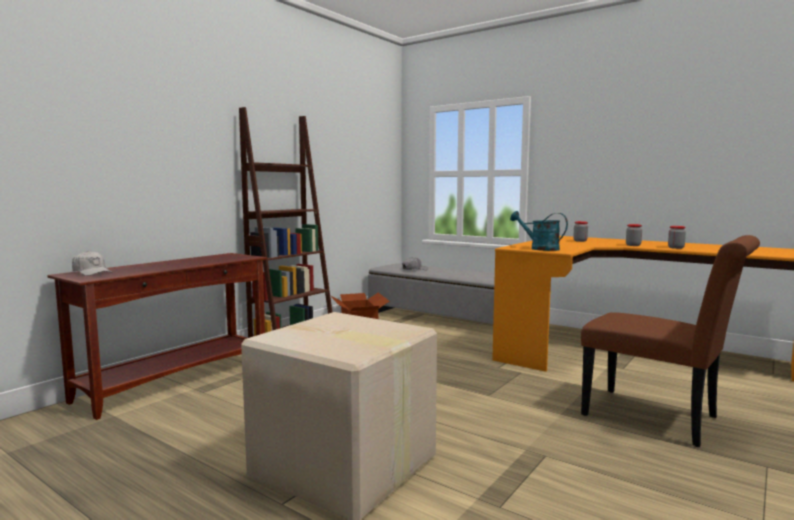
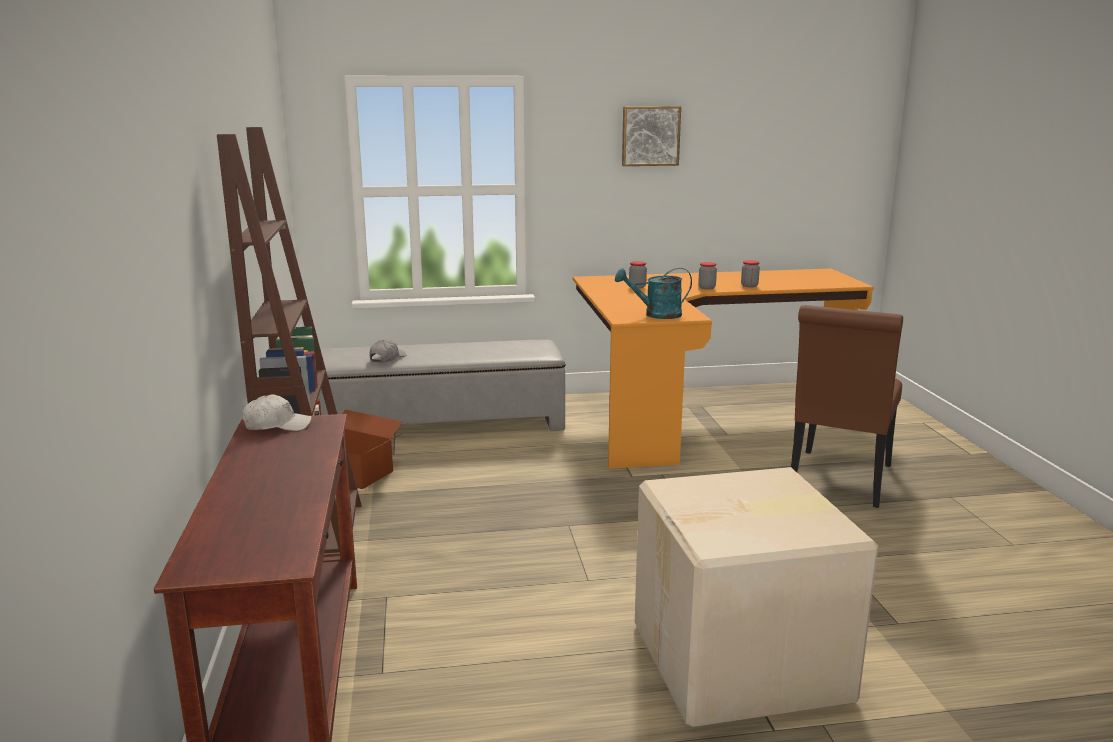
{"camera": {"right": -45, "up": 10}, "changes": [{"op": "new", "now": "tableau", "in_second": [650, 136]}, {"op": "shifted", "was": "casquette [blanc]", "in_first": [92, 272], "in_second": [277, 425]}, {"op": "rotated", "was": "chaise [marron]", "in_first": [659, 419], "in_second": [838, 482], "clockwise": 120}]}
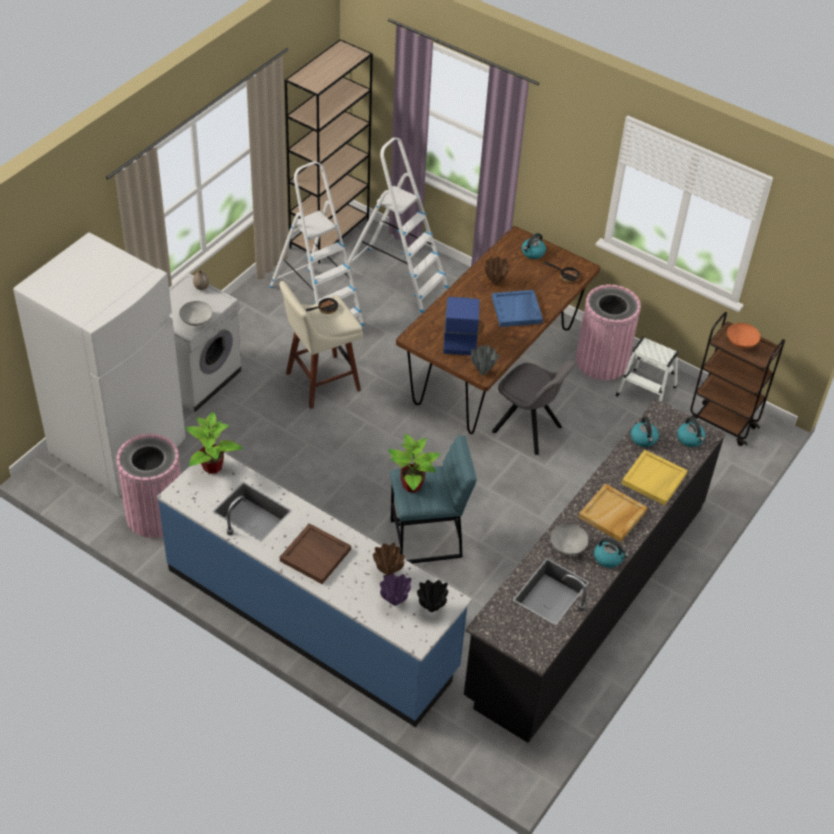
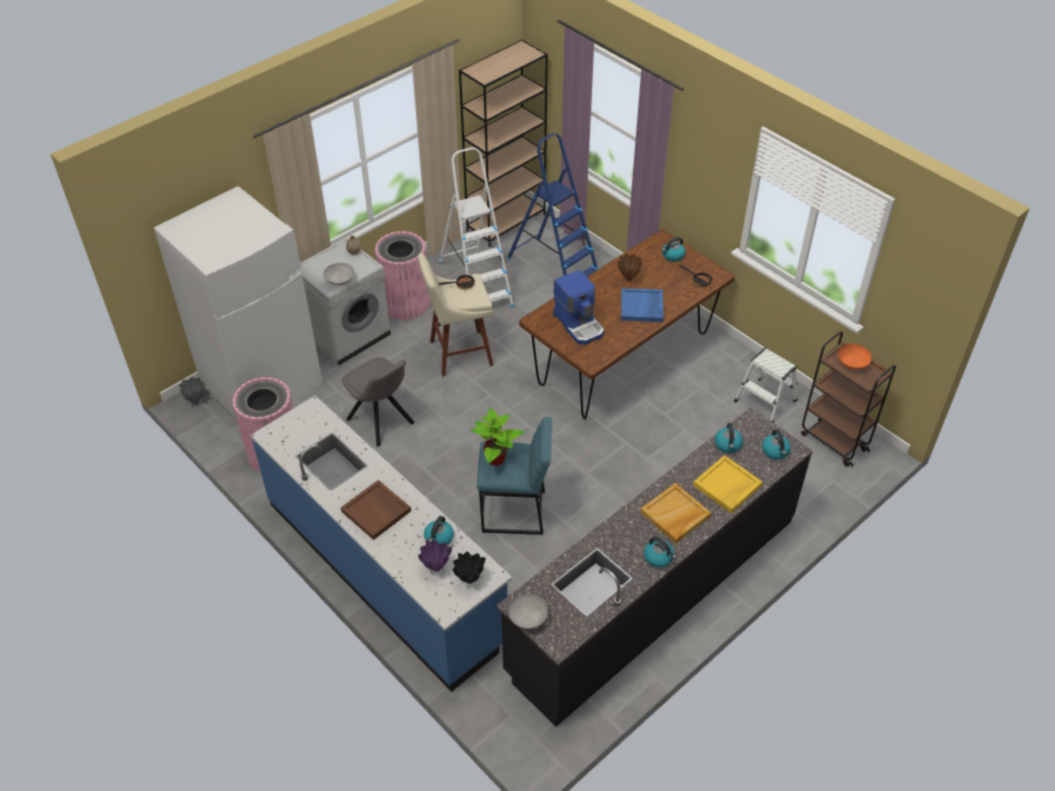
{"camera": {"right": 15, "up": 0}, "changes": [{"op": "gone", "was": "plante en pot", "in_first": [212, 467]}, {"op": "shifted", "was": "vase [gris]", "in_first": [482, 372], "in_second": [196, 401]}, {"op": "shifted", "was": "chaise [gris]", "in_first": [527, 429], "in_second": [381, 421]}, {"op": "shifted", "was": "bol [gris]", "in_first": [568, 547], "in_second": [528, 619]}, {"op": "shifted", "was": "poubelle [rose]", "in_first": [602, 361], "in_second": [406, 303]}, {"op": "swapped", "was": "vase [marron]", "now": "bouilloire", "in_first": [387, 572], "in_second": [439, 538]}, {"op": "repainted", "was": "escabeau [blanc]", "now": "escabeau [bleu]", "in_first": [395, 280], "in_second": [554, 269]}, {"op": "rotated", "was": "machine à café", "in_first": [459, 336], "in_second": [579, 324], "clockwise": 135}]}
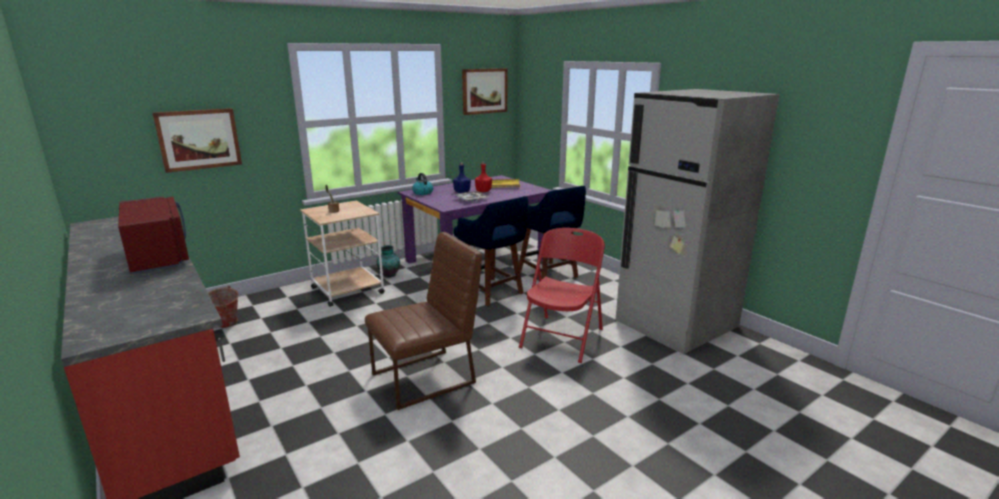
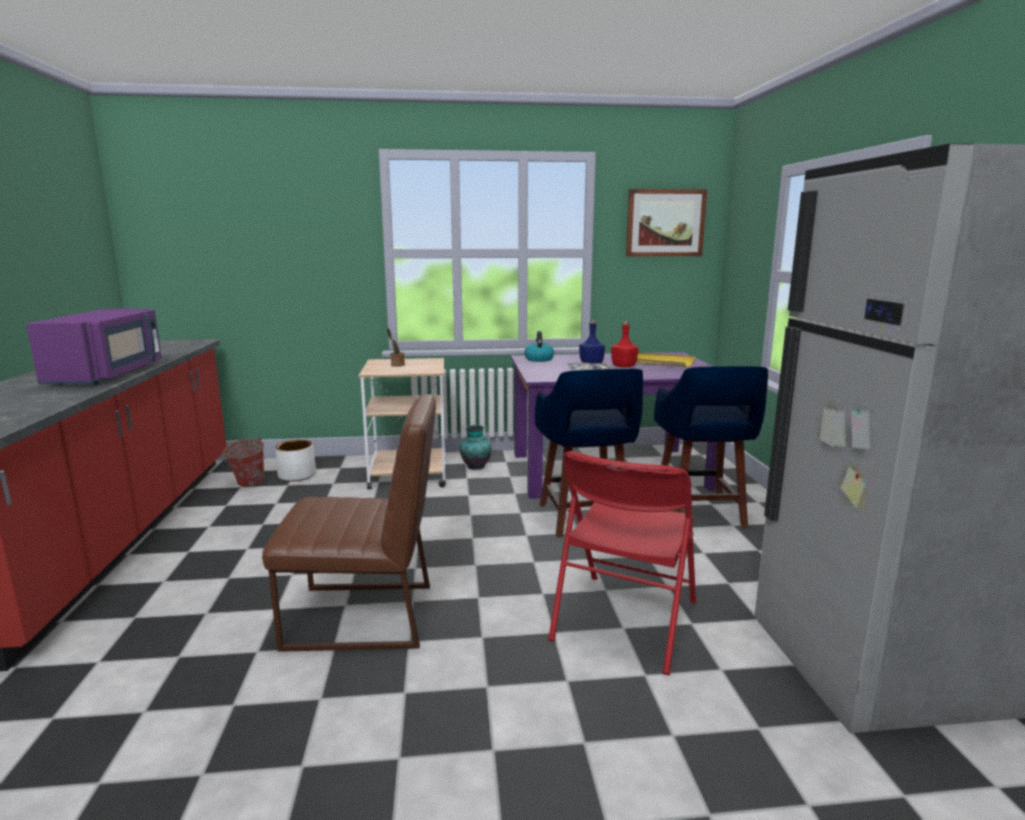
{"camera": {"right": 30, "up": -5}, "changes": [{"op": "gone", "was": "tableau", "in_first": [199, 139]}, {"op": "new", "now": "cache-pot [blanc]", "in_second": [297, 475]}, {"op": "repainted", "was": "micro-ondes [rouge]", "now": "micro-ondes [violet]", "in_first": [159, 256], "in_second": [109, 375]}, {"op": "rotated", "was": "chaise [rouge]", "in_first": [562, 338], "in_second": [625, 620], "clockwise": 150}]}
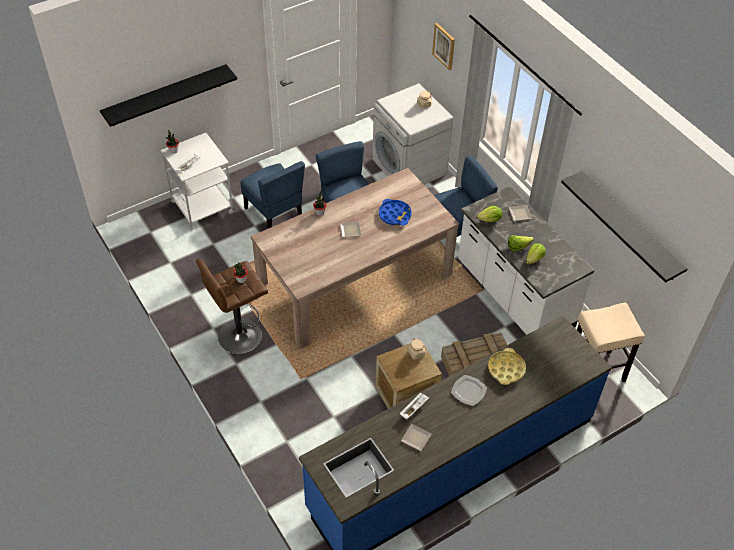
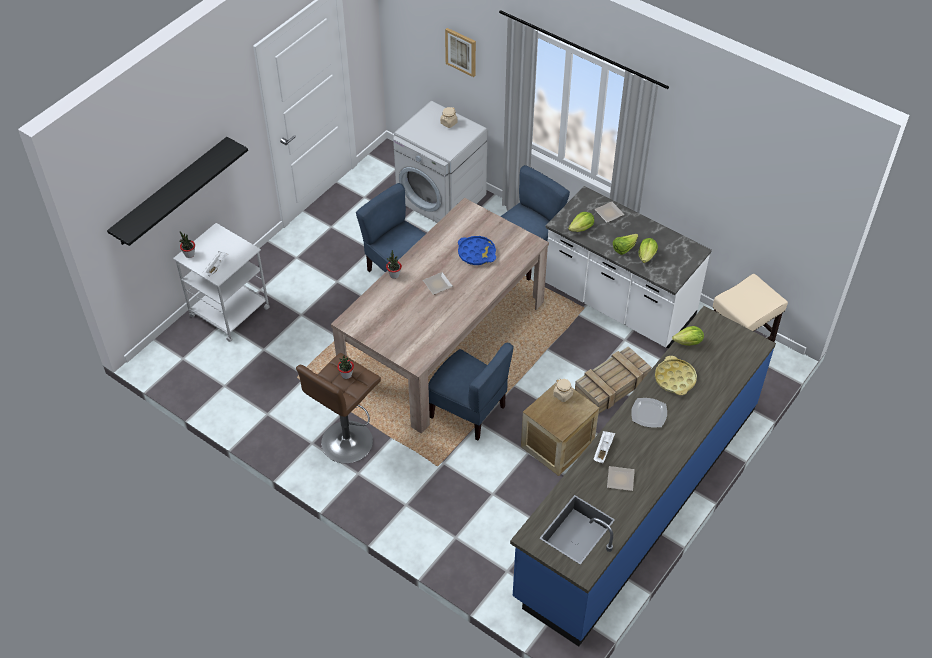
{"camera": {"right": -20, "up": 0}, "changes": [{"op": "gone", "was": "étagère [noir]", "in_first": [629, 226]}, {"op": "new", "now": "laitue", "in_second": [688, 342]}, {"op": "shifted", "was": "chaise [bleu]", "in_first": [274, 212], "in_second": [468, 411]}]}
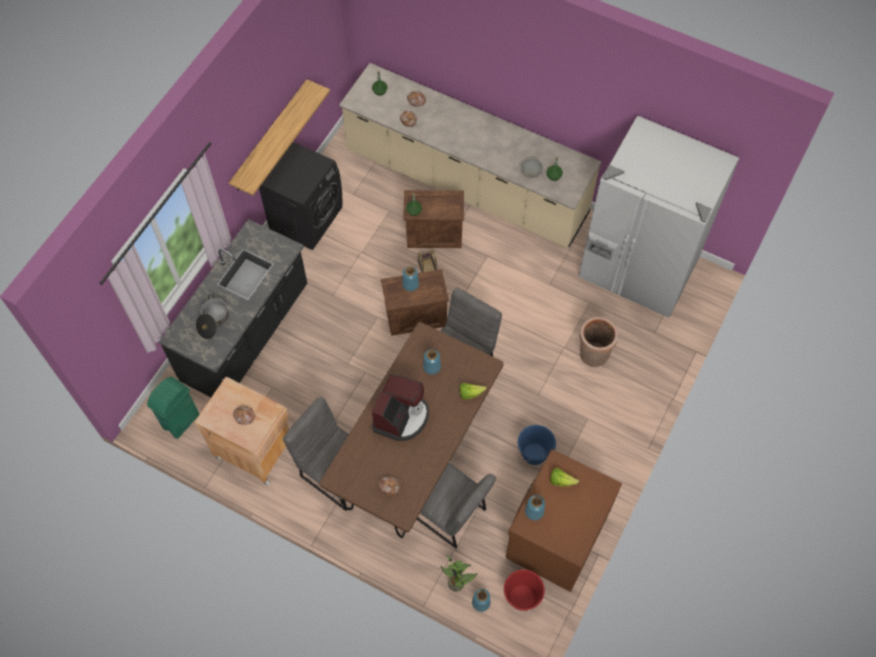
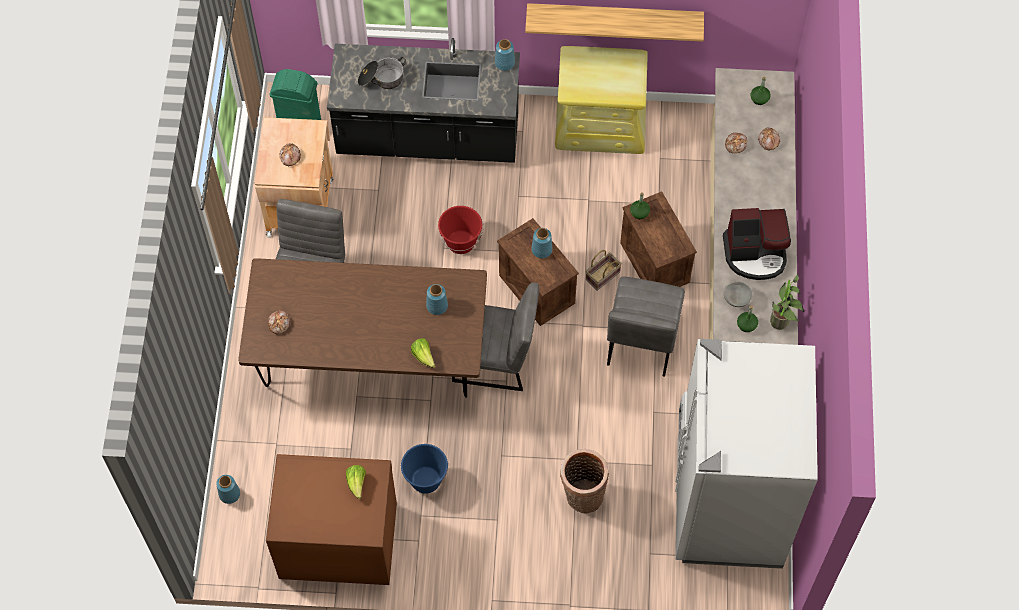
{"camera": {"right": 65, "up": 0}, "changes": [{"op": "shifted", "was": "machine à café", "in_first": [401, 416], "in_second": [755, 254]}, {"op": "shifted", "was": "chaise [gris]", "in_first": [448, 513], "in_second": [641, 342]}, {"op": "shifted", "was": "plante en pot", "in_first": [458, 583], "in_second": [781, 323]}, {"op": "shifted", "was": "seau [rouge]", "in_first": [521, 597], "in_second": [461, 242]}, {"op": "shifted", "was": "vase [bleu]", "in_first": [534, 511], "in_second": [504, 62]}, {"op": "swapped", "was": "lave-linge [noir]", "now": "table de chevet [jaune]", "in_first": [306, 219], "in_second": [601, 128]}]}
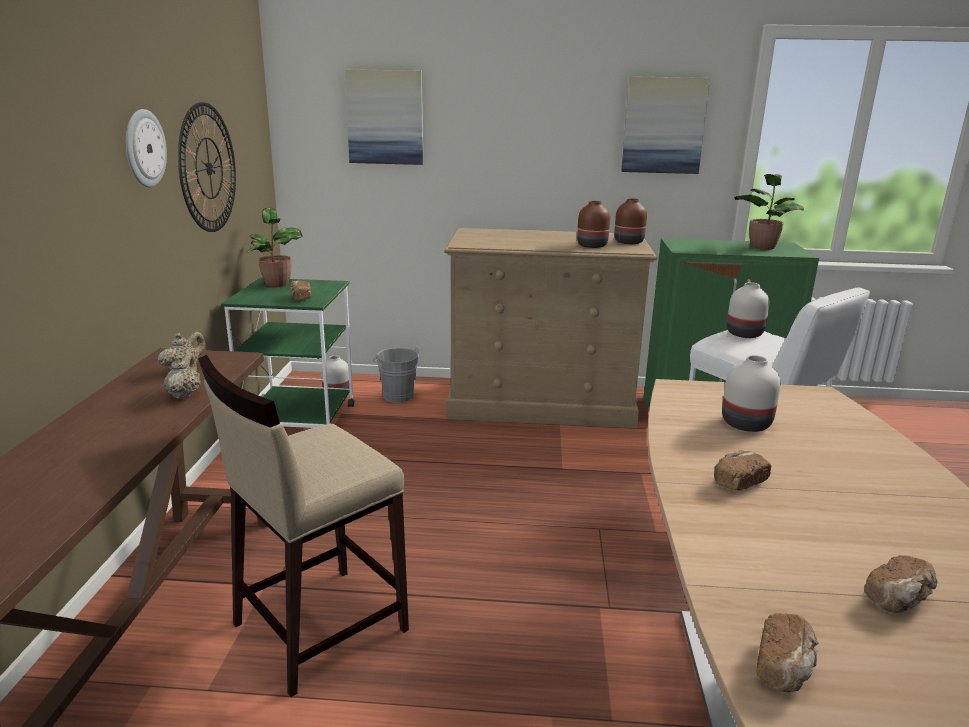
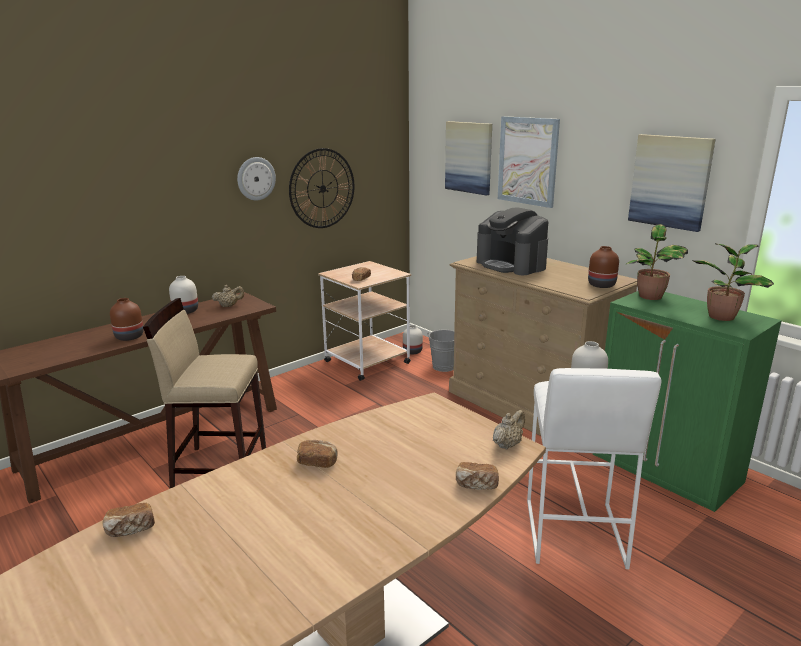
{"camera": {"right": 45, "up": 0}, "changes": [{"op": "new", "now": "machine à café", "in_second": [511, 265]}, {"op": "new", "now": "tableau", "in_second": [527, 161]}, {"op": "shifted", "was": "théière [beige]", "in_first": [185, 395], "in_second": [507, 444]}, {"op": "shifted", "was": "plante en pot", "in_first": [278, 284], "in_second": [650, 297]}, {"op": "shifted", "was": "vase [marron]", "in_first": [591, 245], "in_second": [129, 336]}, {"op": "shifted", "was": "vase [blanc]", "in_first": [747, 423], "in_second": [186, 311]}, {"op": "shifted", "was": "pain", "in_first": [899, 599], "in_second": [476, 485]}, {"op": "repainted", "was": "chariot [vert]", "now": "chariot [beige]", "in_first": [300, 420], "in_second": [368, 361]}]}
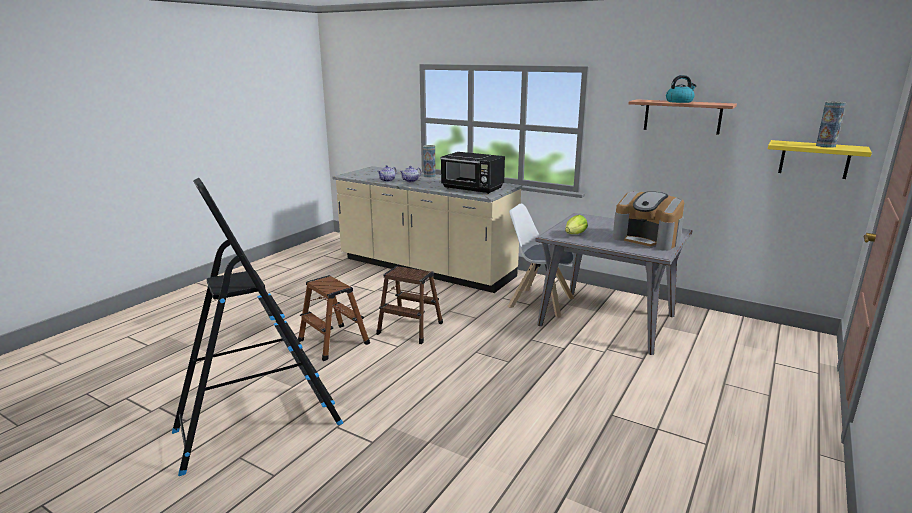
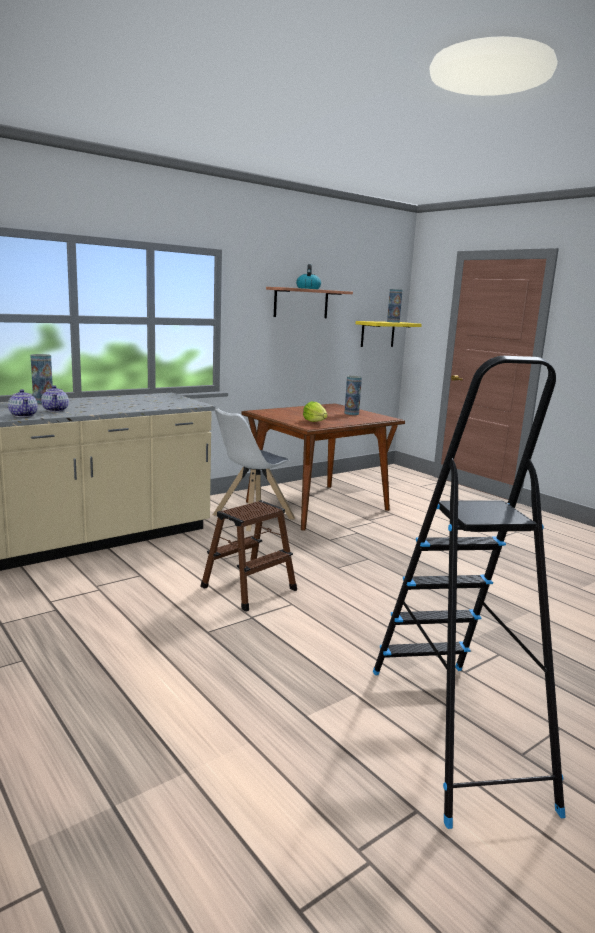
{"camera": {"right": -70, "up": -5}, "changes": [{"op": "gone", "was": "escabeau [marron]", "in_first": [333, 342]}, {"op": "gone", "was": "micro-ondes [noir]", "in_first": [472, 188]}, {"op": "swapped", "was": "machine à café", "now": "vase", "in_first": [647, 240], "in_second": [351, 413]}, {"op": "repainted", "was": "table à manger [gris]", "now": "table à manger [marron]", "in_first": [607, 321], "in_second": [317, 506]}]}
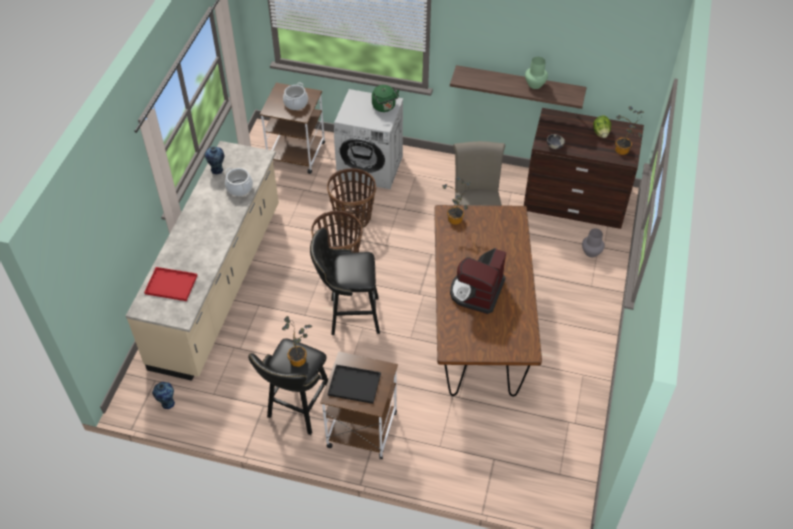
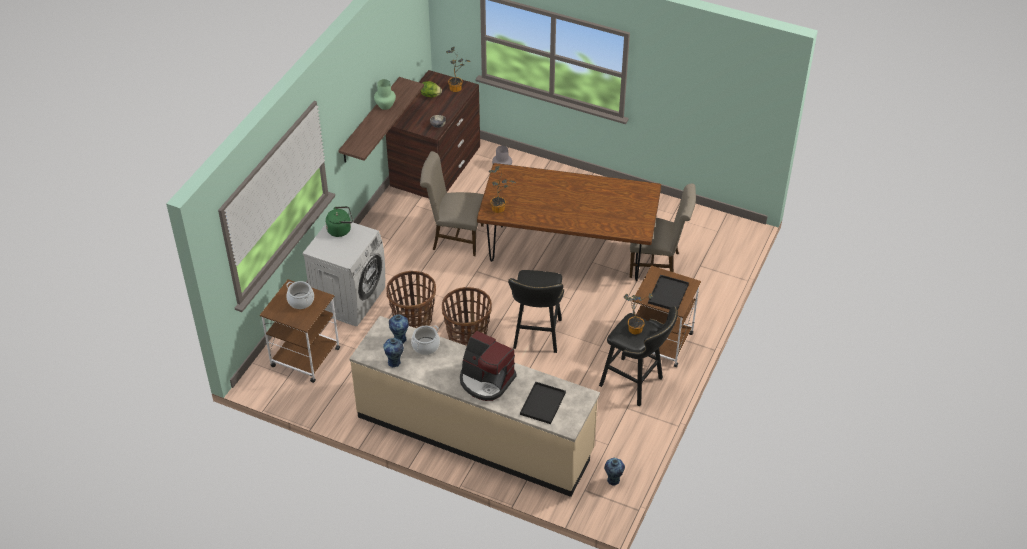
{"camera": {"right": -80, "up": -5}, "changes": [{"op": "new", "now": "vase", "in_second": [400, 338]}, {"op": "new", "now": "chaise [beige]", "in_second": [658, 264]}, {"op": "shifted", "was": "machine à café", "in_first": [477, 291], "in_second": [486, 380]}, {"op": "repainted", "was": "plateau [rouge]", "now": "plateau [noir]", "in_first": [172, 284], "in_second": [542, 402]}]}
